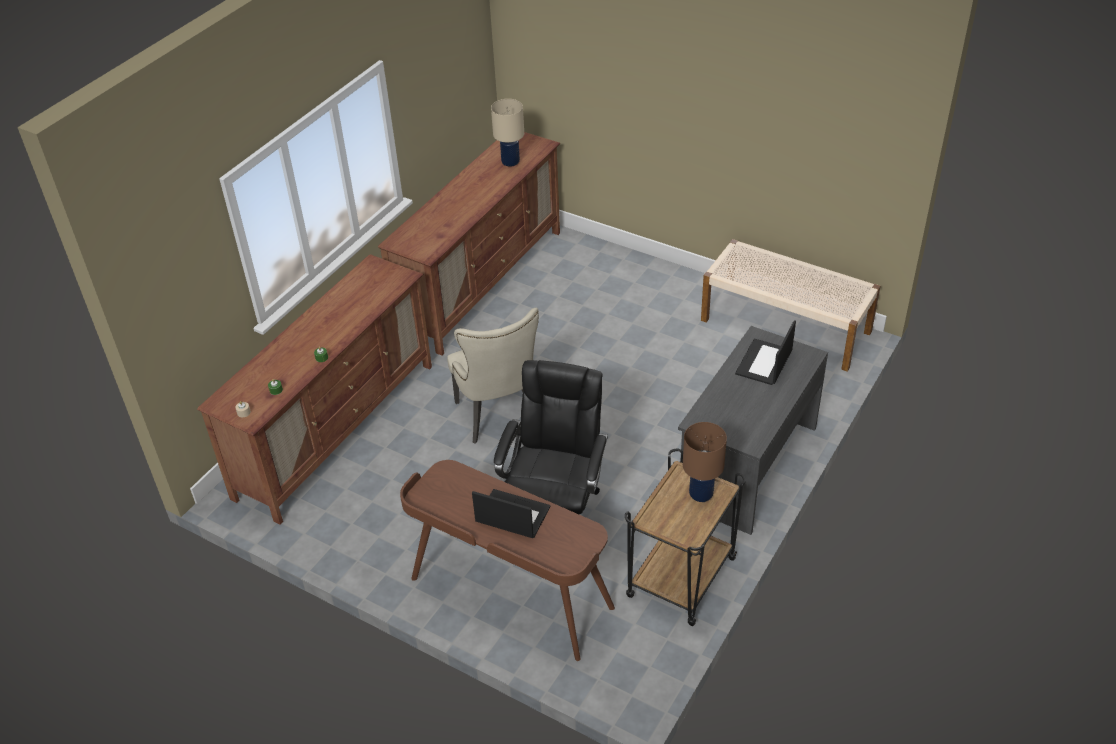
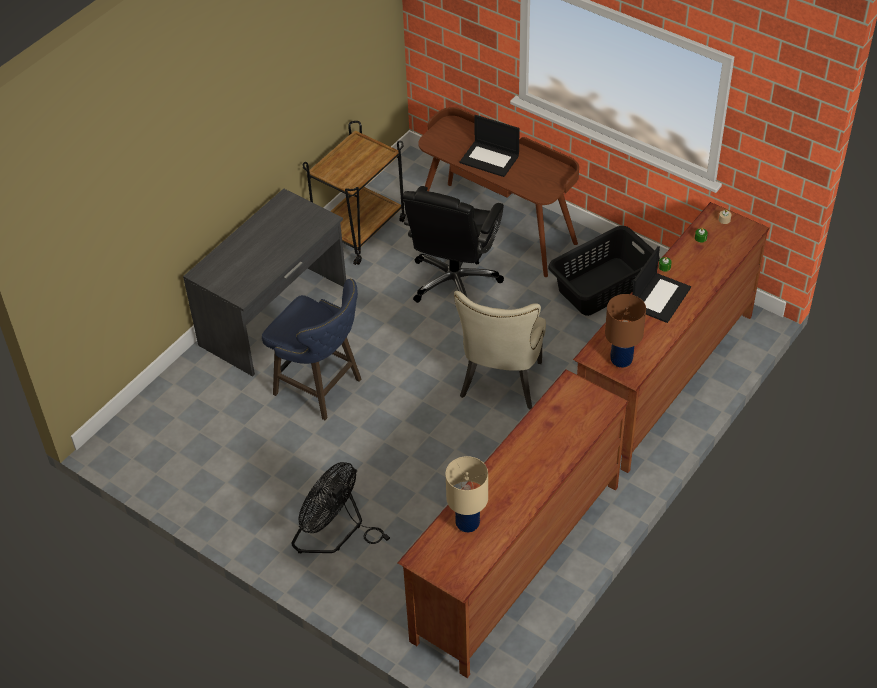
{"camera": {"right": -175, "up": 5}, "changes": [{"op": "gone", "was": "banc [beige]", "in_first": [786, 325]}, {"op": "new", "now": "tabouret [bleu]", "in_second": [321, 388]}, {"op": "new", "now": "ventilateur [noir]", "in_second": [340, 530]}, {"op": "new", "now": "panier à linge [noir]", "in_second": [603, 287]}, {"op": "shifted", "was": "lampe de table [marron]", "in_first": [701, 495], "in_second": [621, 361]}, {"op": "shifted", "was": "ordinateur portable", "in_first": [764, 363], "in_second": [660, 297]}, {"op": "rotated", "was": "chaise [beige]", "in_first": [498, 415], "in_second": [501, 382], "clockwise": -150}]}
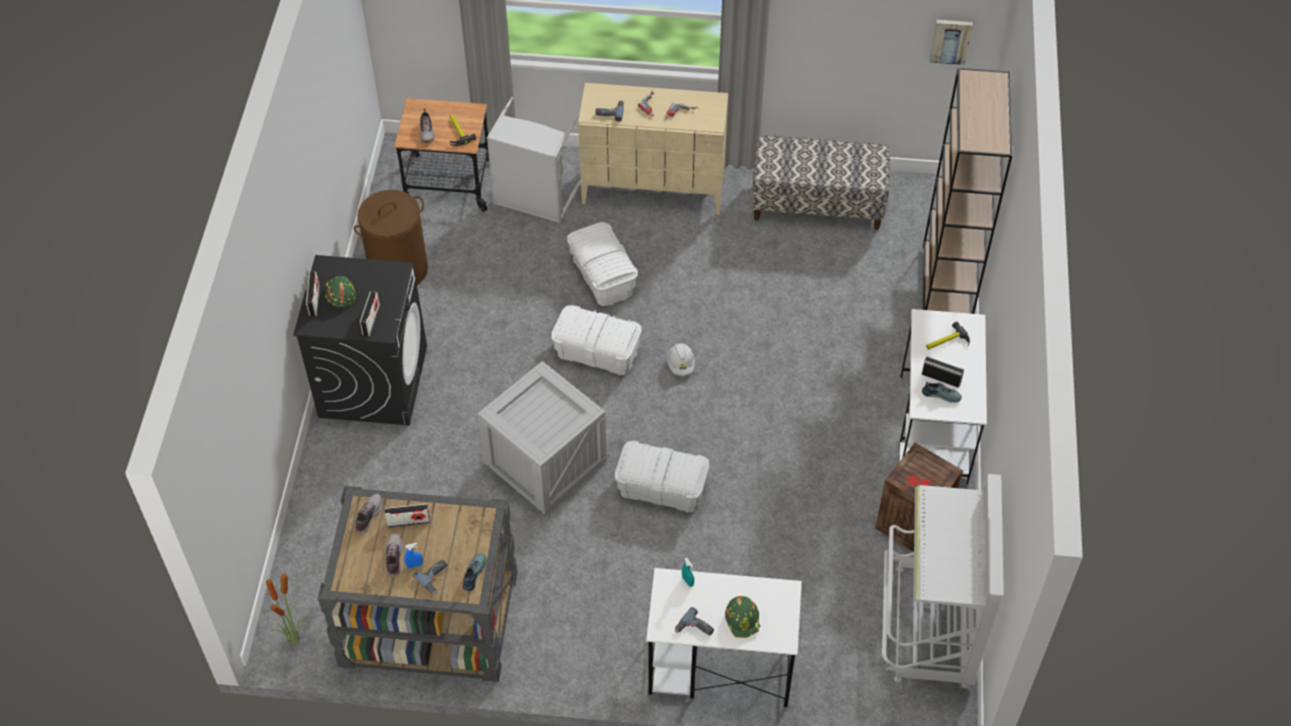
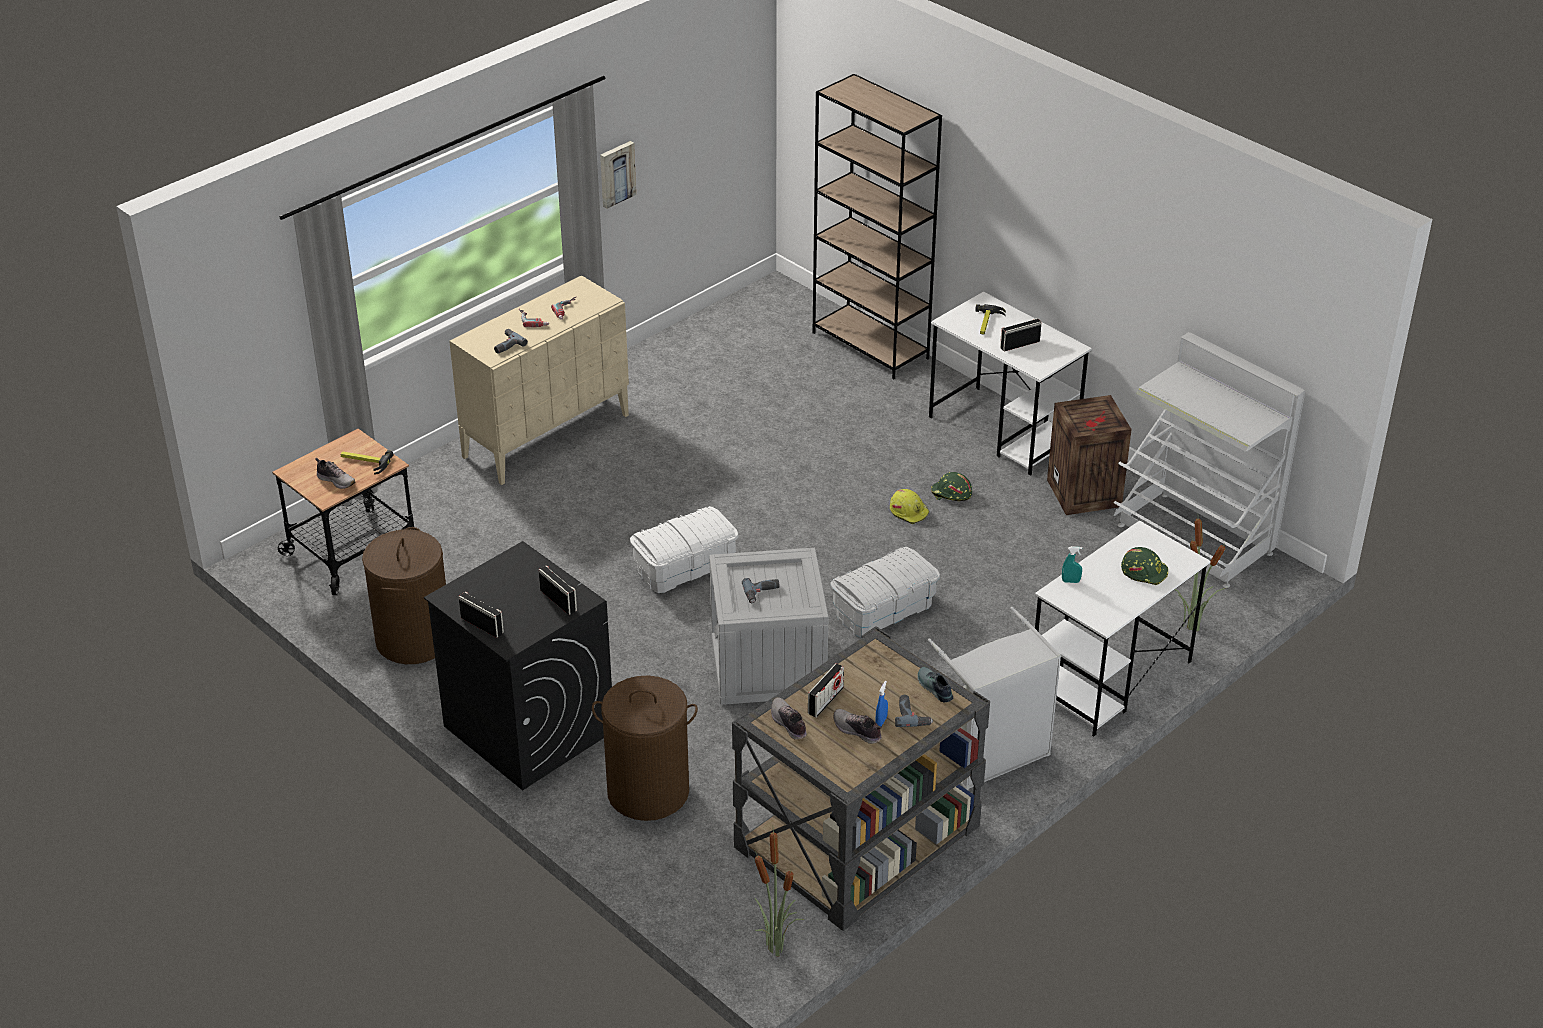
{"camera": {"right": -50, "up": -15}, "changes": [{"op": "gone", "was": "boîte de rangement [blanc]", "in_first": [602, 276]}, {"op": "gone", "was": "casque de chantier [blanc]", "in_first": [681, 364]}, {"op": "gone", "was": "banc", "in_first": [817, 204]}, {"op": "gone", "was": "chaussure", "in_first": [941, 394]}, {"op": "new", "now": "panier à linge [marron]", "in_second": [648, 791]}, {"op": "new", "now": "casque de chantier [jaune]", "in_second": [909, 511]}, {"op": "new", "now": "plante en pot", "in_second": [1191, 625]}, {"op": "shifted", "was": "casque de chantier [vert]", "in_first": [340, 294], "in_second": [951, 494]}, {"op": "shifted", "was": "panier à linge [gris]", "in_first": [534, 200], "in_second": [992, 756]}, {"op": "shifted", "was": "perceuse", "in_first": [694, 629], "in_second": [762, 593]}, {"op": "shifted", "was": "tableau", "in_first": [950, 40], "in_second": [616, 173]}]}
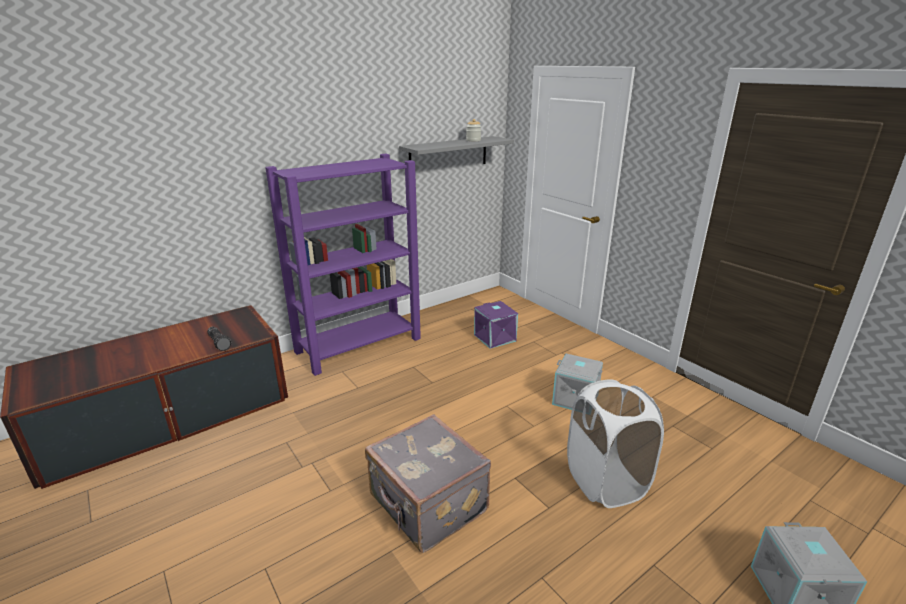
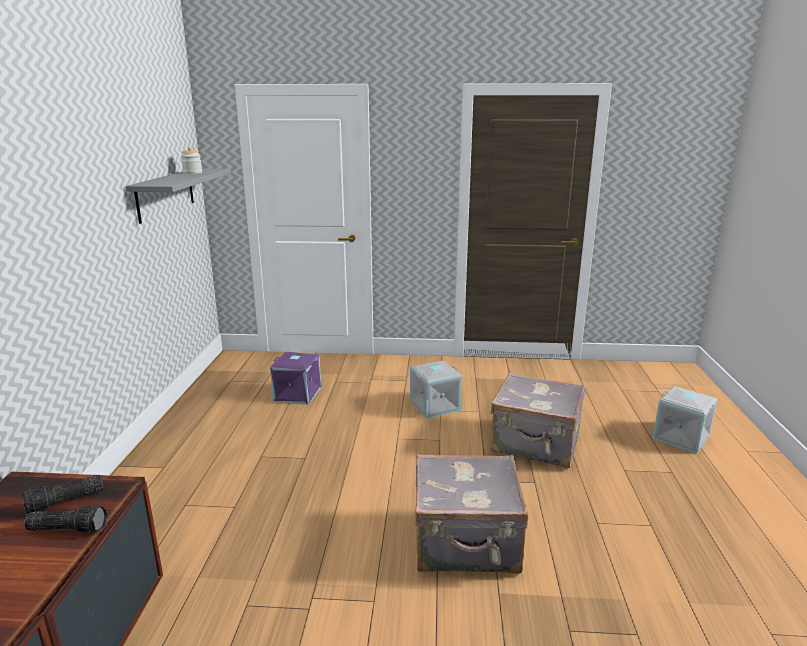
{"camera": {"right": -50, "up": -5}, "changes": [{"op": "gone", "was": "bibliothèque [violet]", "in_first": [359, 345]}, {"op": "new", "now": "lampe de poche", "in_second": [64, 502]}, {"op": "swapped", "was": "panier à linge [blanc]", "now": "valise [gris]", "in_first": [606, 482], "in_second": [535, 444]}]}
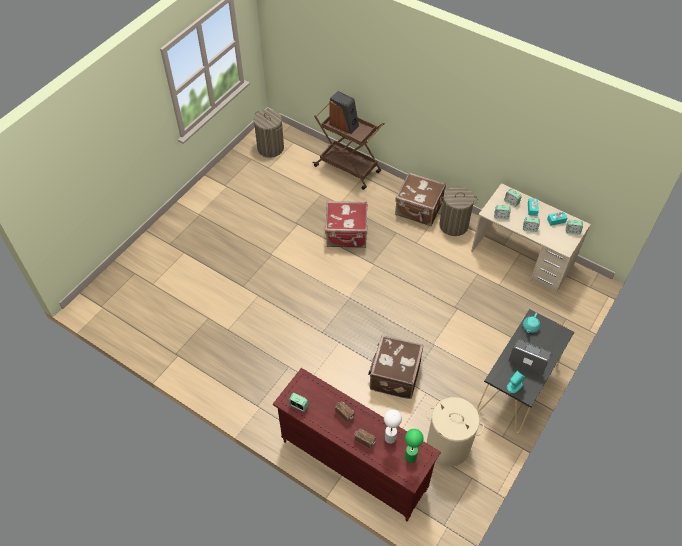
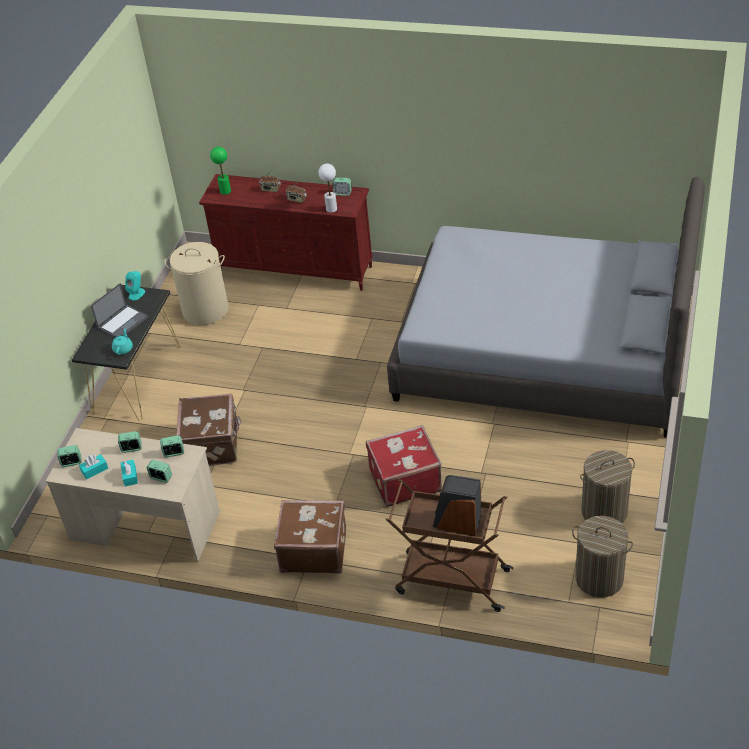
{"camera": {"right": 165, "up": -10}, "changes": [{"op": "new", "now": "lit [gris]", "in_second": [544, 353]}, {"op": "shifted", "was": "valise [marron]", "in_first": [394, 375], "in_second": [212, 444]}, {"op": "shifted", "was": "lampe de table [blanc]", "in_first": [390, 438], "in_second": [331, 209]}, {"op": "shifted", "was": "panier à linge", "in_first": [453, 225], "in_second": [604, 511]}, {"op": "rotated", "was": "ordinateur portable", "in_first": [529, 357], "in_second": [123, 322], "clockwise": -60}]}
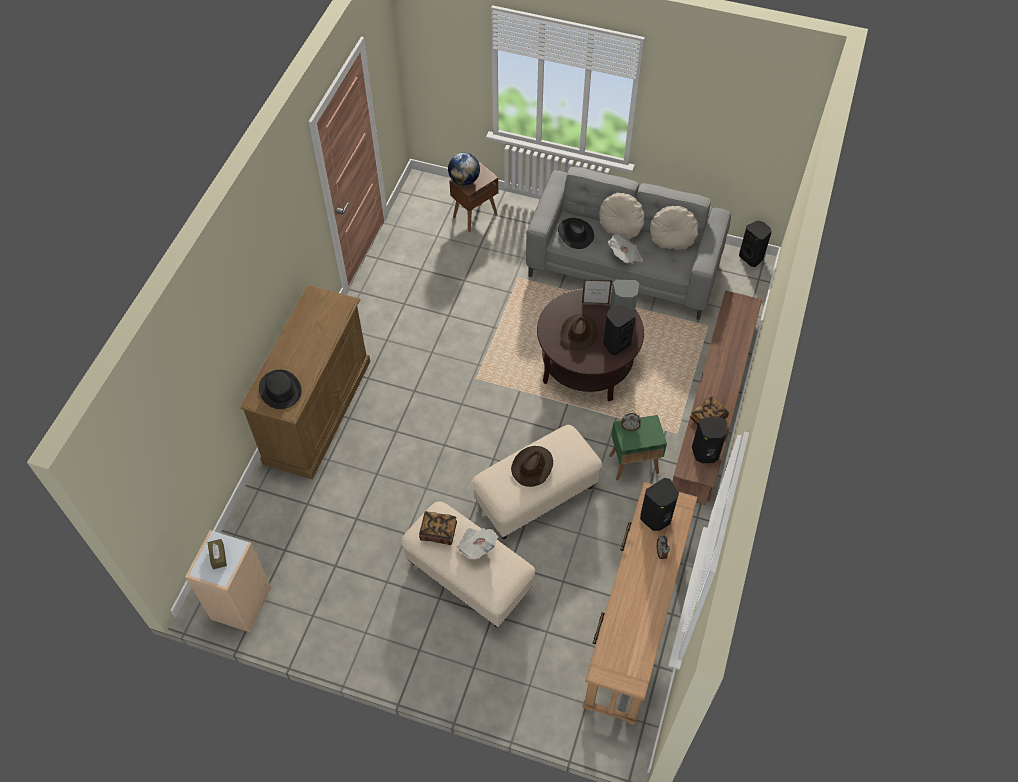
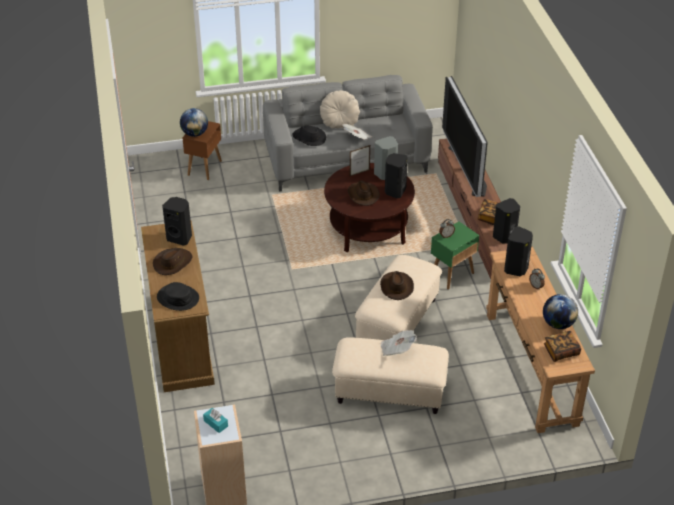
{"camera": {"right": -30, "up": -15}, "changes": [{"op": "gone", "was": "coussin [beige]", "in_first": [671, 242]}, {"op": "new", "now": "chapeau [marron]", "in_second": [173, 263]}, {"op": "new", "now": "téléviseur", "in_second": [467, 170]}, {"op": "new", "now": "globe", "in_second": [558, 324]}, {"op": "shifted", "was": "livre", "in_first": [438, 532], "in_second": [561, 351]}, {"op": "shifted", "was": "enceinte [noir]", "in_first": [751, 257], "in_second": [180, 238]}, {"op": "repainted", "was": "boîte à mouchoirs [marron]", "now": "boîte à mouchoirs [turquoise]", "in_first": [218, 556], "in_second": [216, 423]}]}
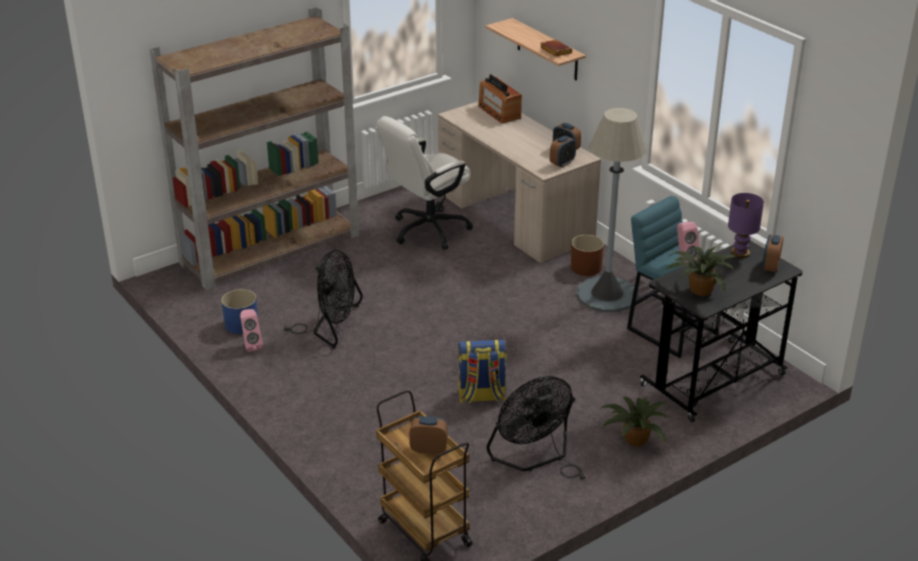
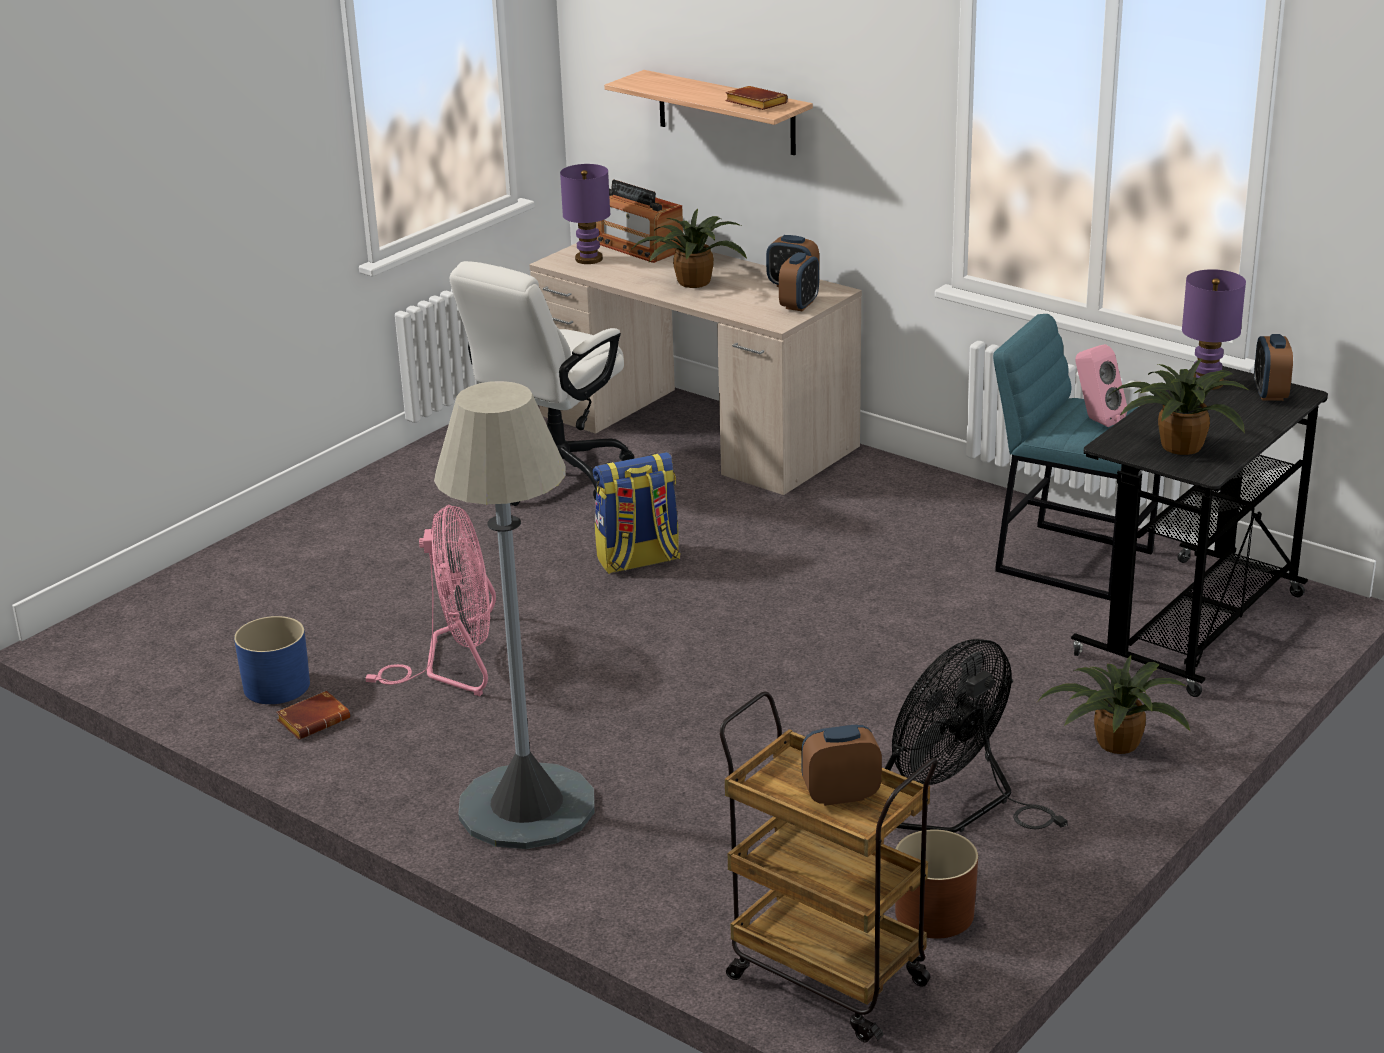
{"camera": {"right": -15, "up": -5}, "changes": [{"op": "gone", "was": "bibliothèque [marron]", "in_first": [271, 249]}, {"op": "new", "now": "lampe de table [violet]", "in_second": [589, 259]}, {"op": "new", "now": "plante en pot", "in_second": [691, 283]}, {"op": "shifted", "was": "sac à dos", "in_first": [481, 396], "in_second": [638, 561]}, {"op": "shifted", "was": "cache-pot [marron]", "in_first": [585, 267], "in_second": [933, 913]}, {"op": "shifted", "was": "lampadaire [gris]", "in_first": [606, 295], "in_second": [526, 807]}, {"op": "swapped", "was": "enceinte [rose]", "now": "livre [marron]", "in_first": [251, 346], "in_second": [314, 719]}, {"op": "repainted", "was": "ventilateur [noir]", "now": "ventilateur [rose]", "in_first": [330, 326], "in_second": [452, 659]}]}
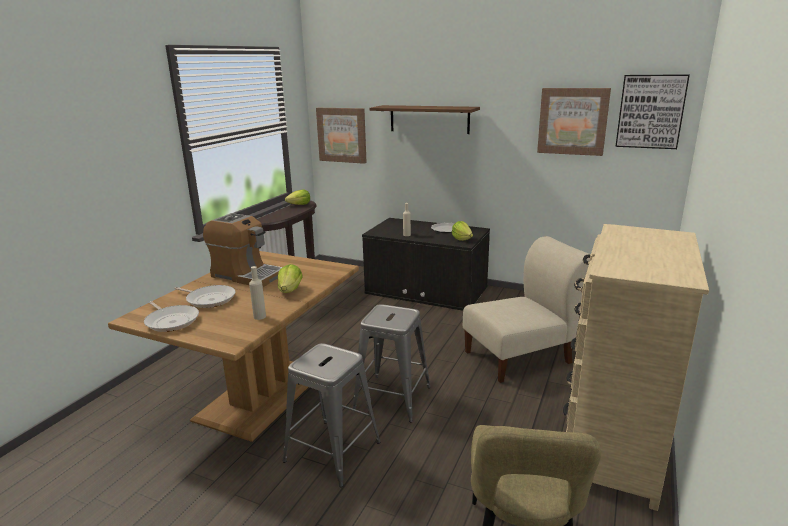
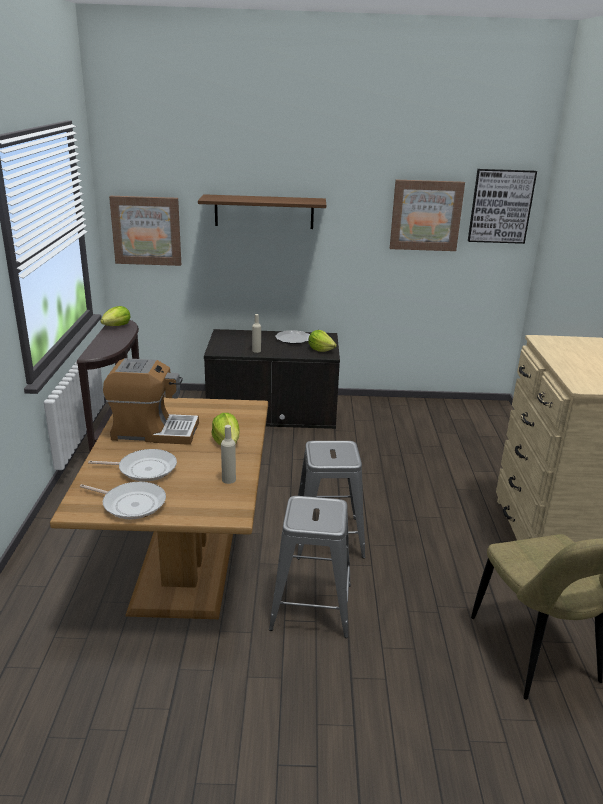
{"camera": {"right": -25, "up": 5}, "changes": [{"op": "gone", "was": "chaise [beige]", "in_first": [521, 356]}]}
